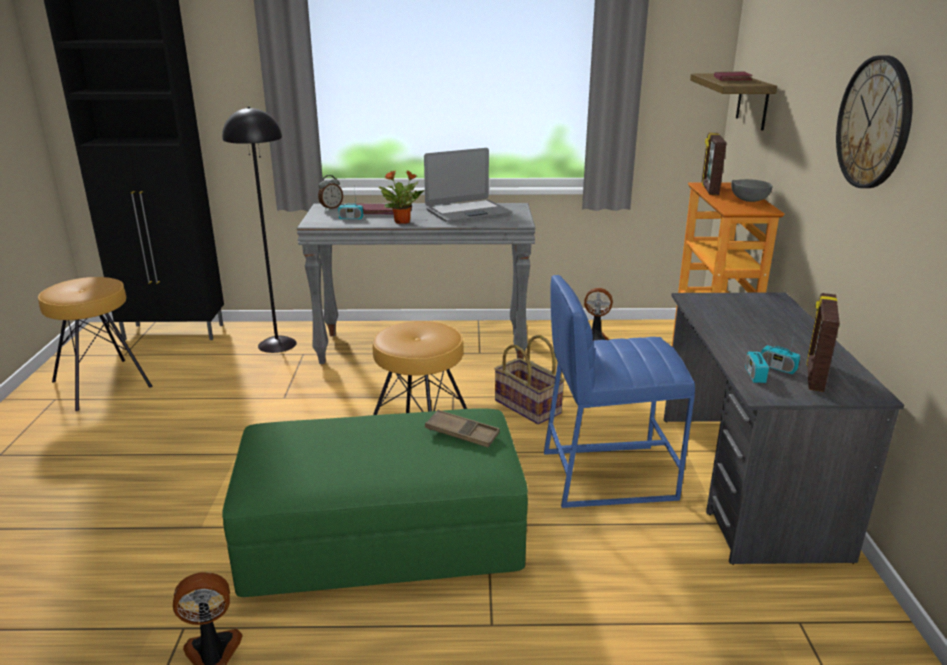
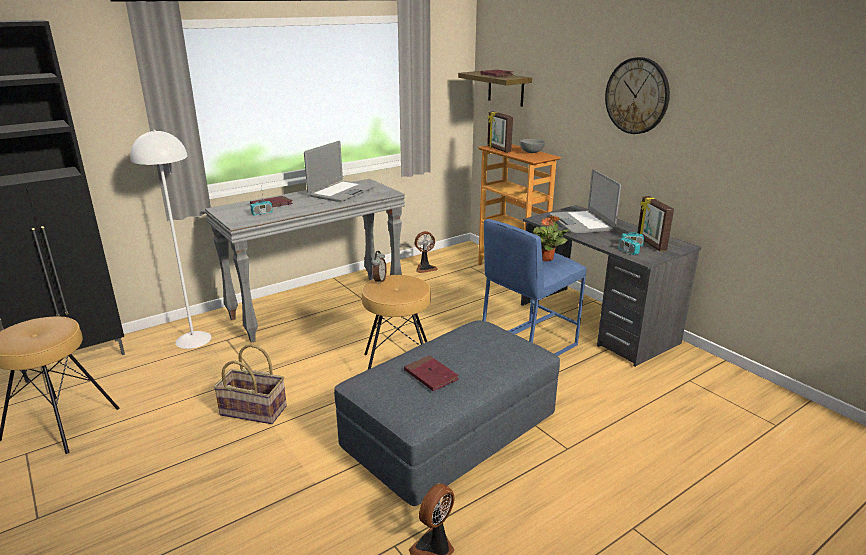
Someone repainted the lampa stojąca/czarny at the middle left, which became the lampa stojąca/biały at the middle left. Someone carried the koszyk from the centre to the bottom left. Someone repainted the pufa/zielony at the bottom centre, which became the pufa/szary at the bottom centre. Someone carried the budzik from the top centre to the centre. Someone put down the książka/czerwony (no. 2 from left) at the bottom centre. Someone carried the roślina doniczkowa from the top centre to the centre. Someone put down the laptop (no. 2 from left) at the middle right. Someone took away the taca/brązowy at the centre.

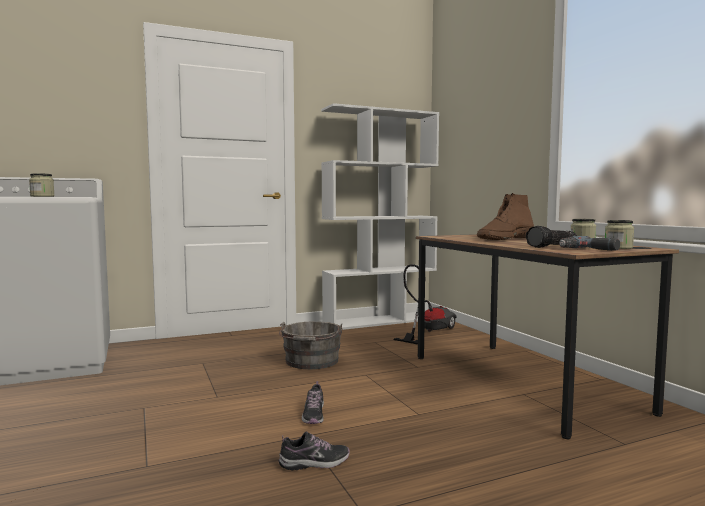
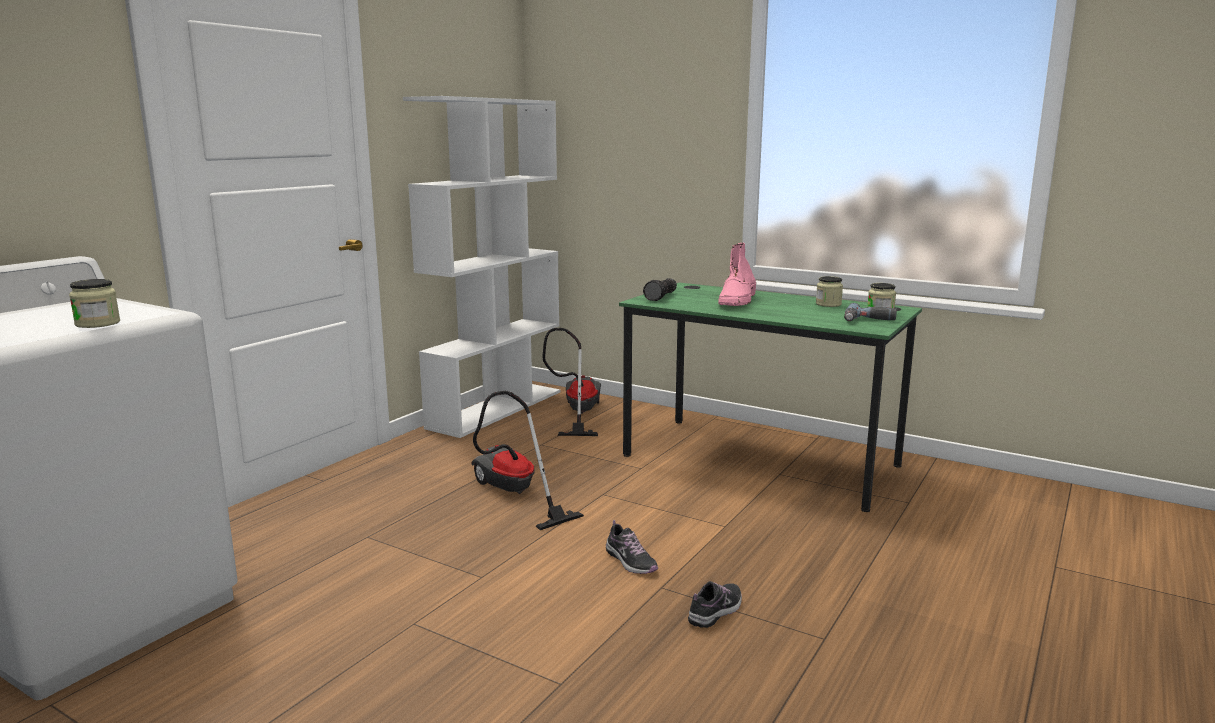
Someone swapped the wiadro/szary at the bottom centre for the odkurzacz (no. 1 from left) at the centre. Someone repainted the biurko/brązowy at the middle right, which became the biurko/zielony at the centre. Someone carried the latarka from the middle right to the centre. Someone repainted the but z cholewką/brązowy at the middle right, which became the but z cholewką/różowy at the centre.

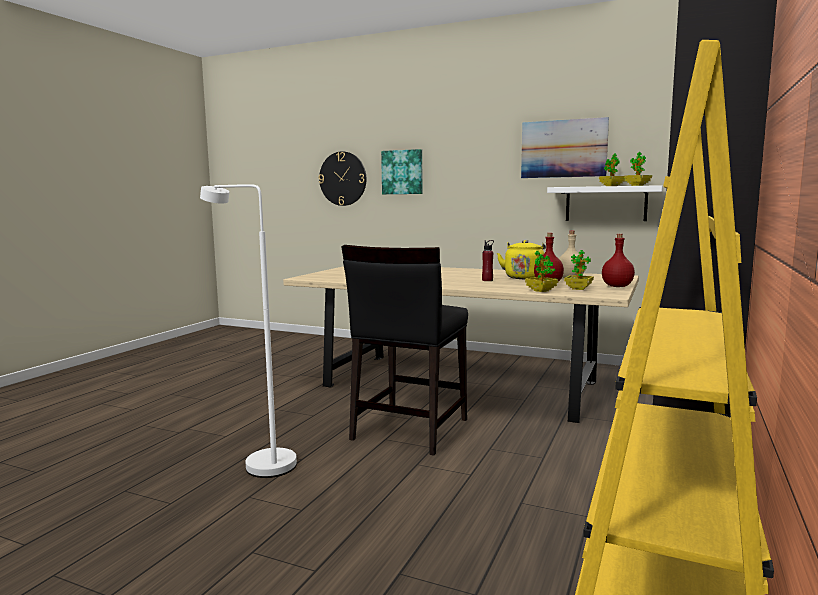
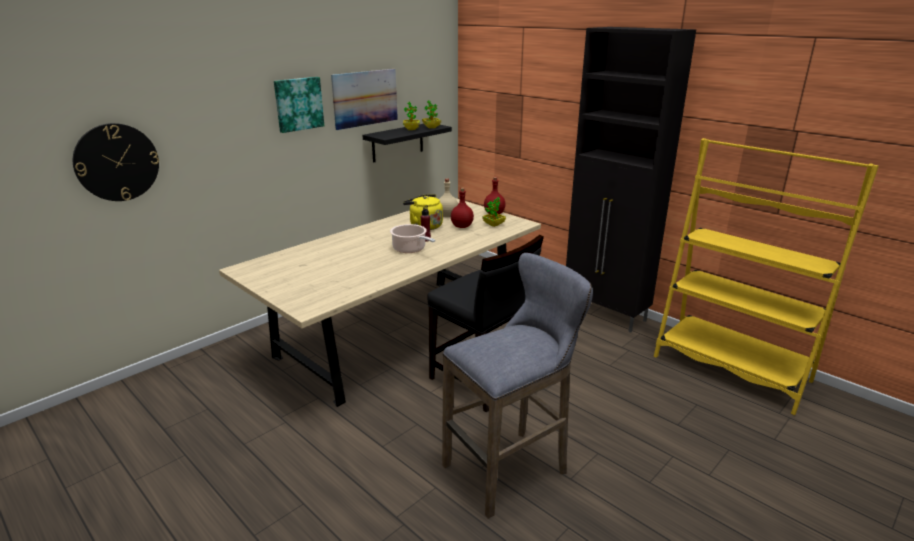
Someone carried the obraz (no. 1 from left) from the top centre to the top left. Someone repainted the półka/biały at the middle right, which became the półka/czarny at the top centre. Someone put down the garnek at the centre. Someone swapped the lampa stojąca/biały at the middle left for the stołek/szary at the bottom centre. Someone took away the roślina doniczkowa (no. 1 from left) at the centre.

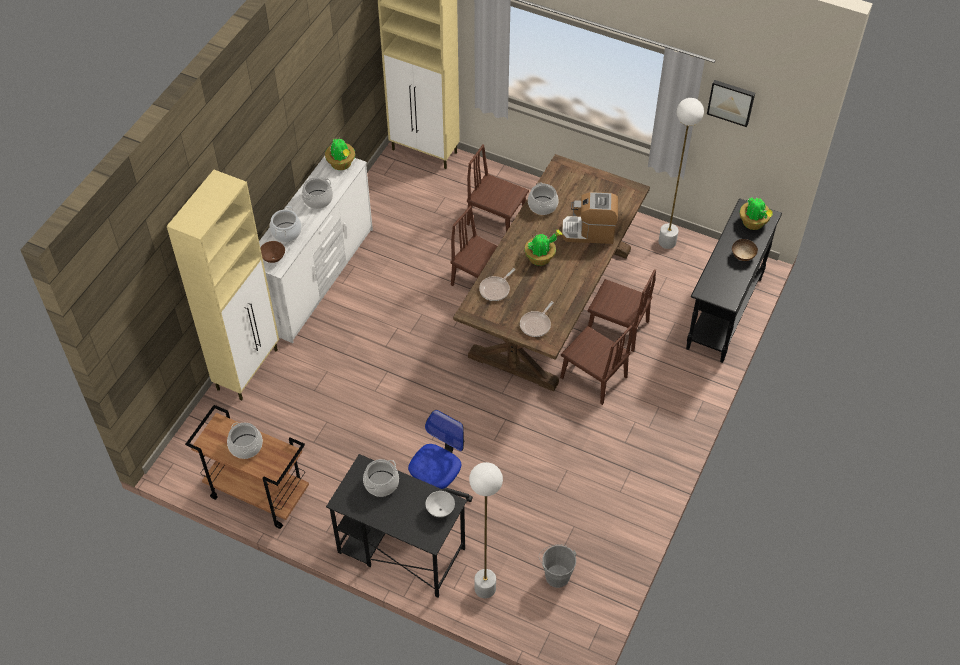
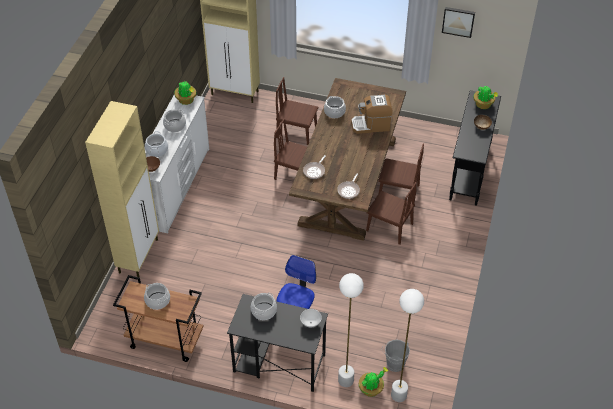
Someone carried the roślina doniczkowa (no. 2 from left) from the centre to the bottom centre. Someone carried the lampa stojąca/biały (no. 2 from left) from the top right to the bottom centre.

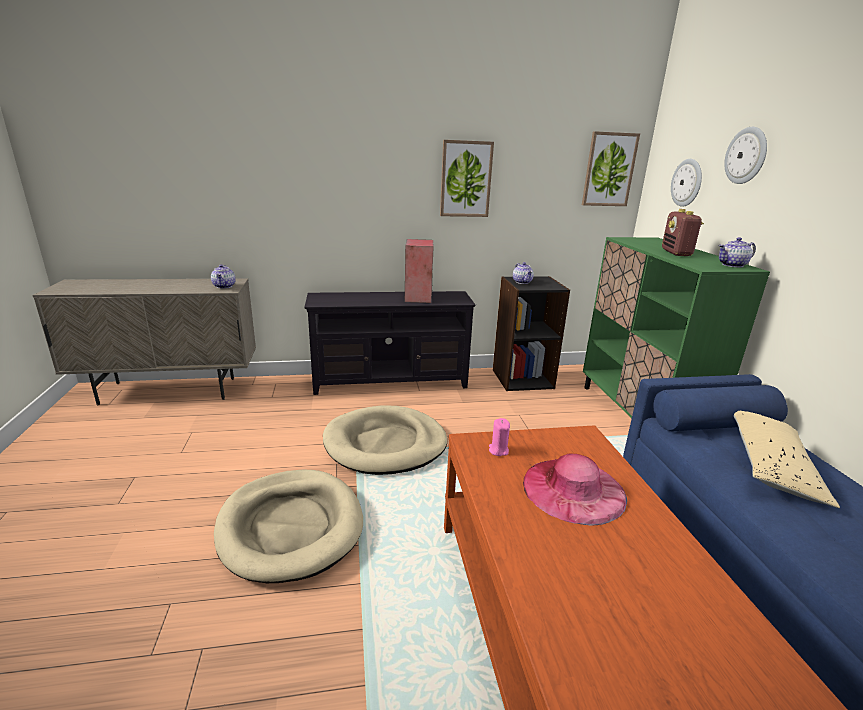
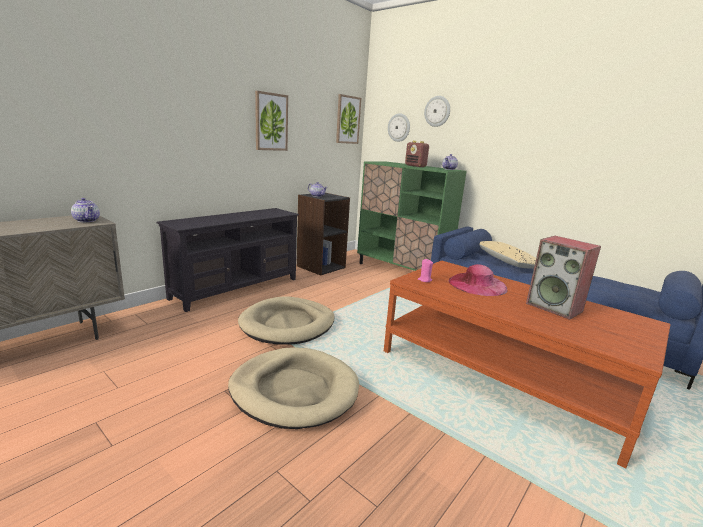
Someone carried the głośnik from the centre to the middle right.

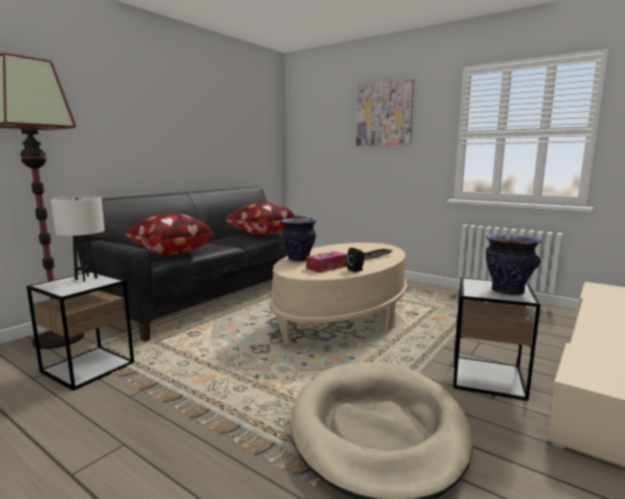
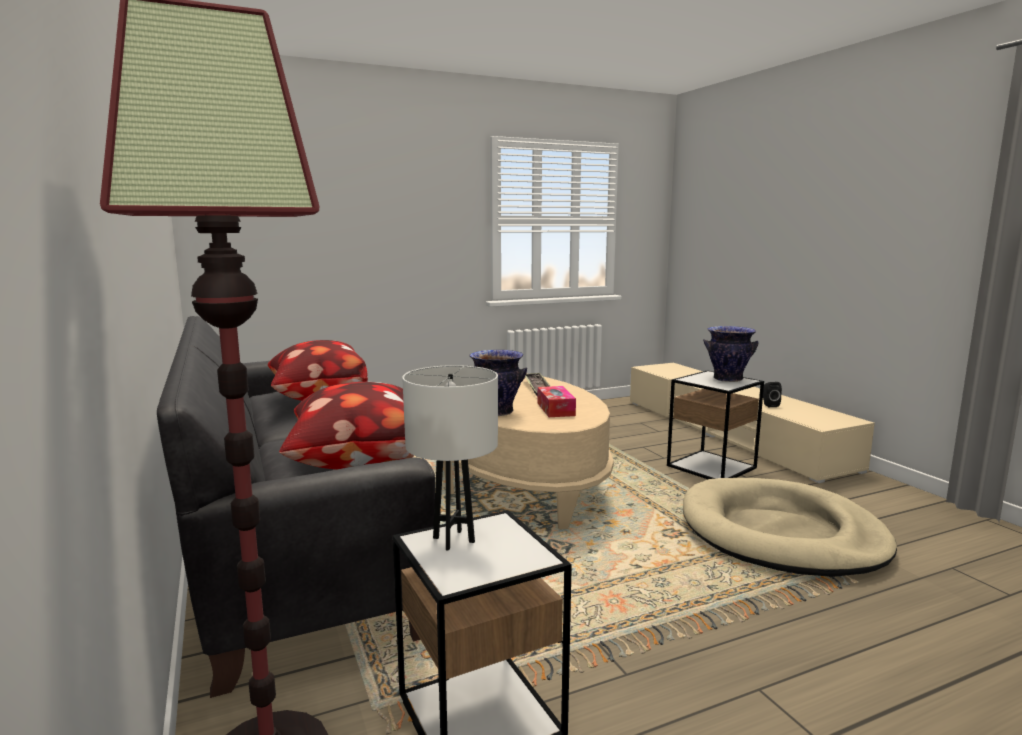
Someone carried the głośnik/czarny from the centre to the middle right. Someone took away the obraz at the top centre.

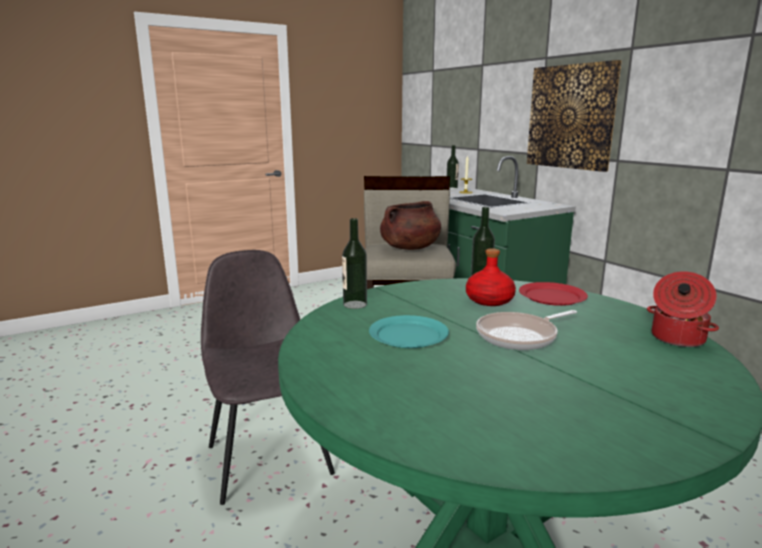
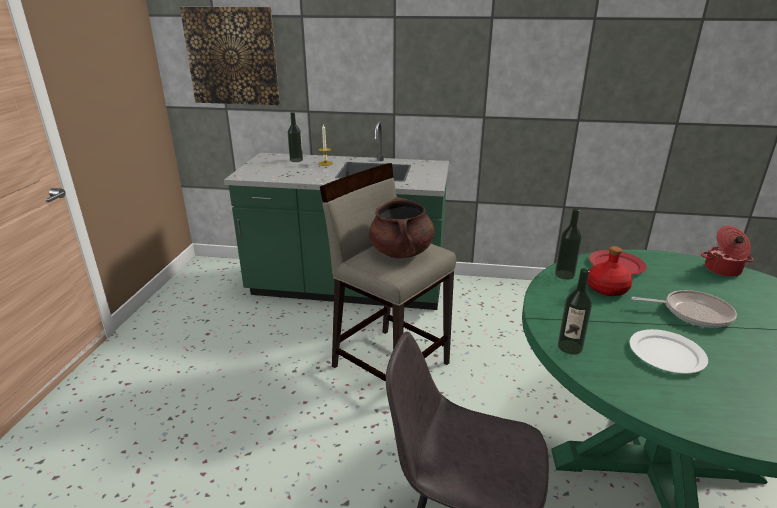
Someone carried the obraz from the top right to the top left. Someone repainted the talerz/turkusowy at the centre, which became the talerz/biały at the bottom right. Someone rotated the patelnia at the middle right by 90 degrees counterclockwise.

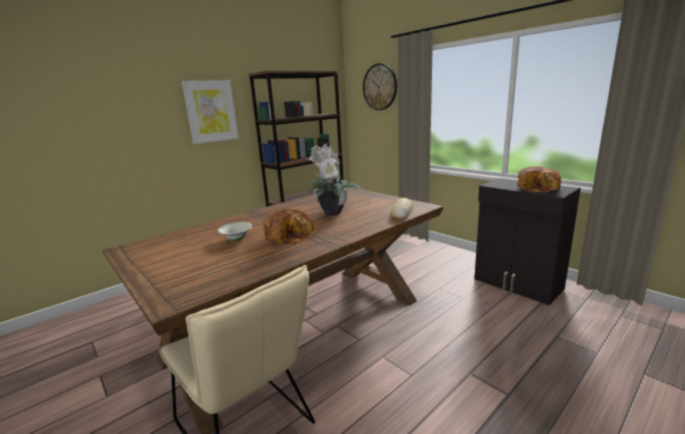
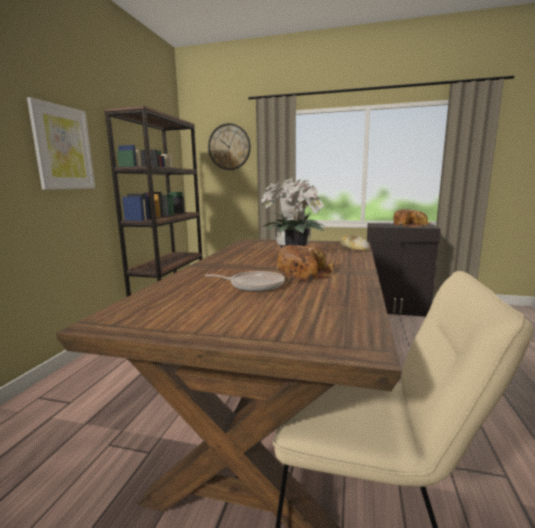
Someone swapped the miska/biały at the centre for the patelnia at the centre.

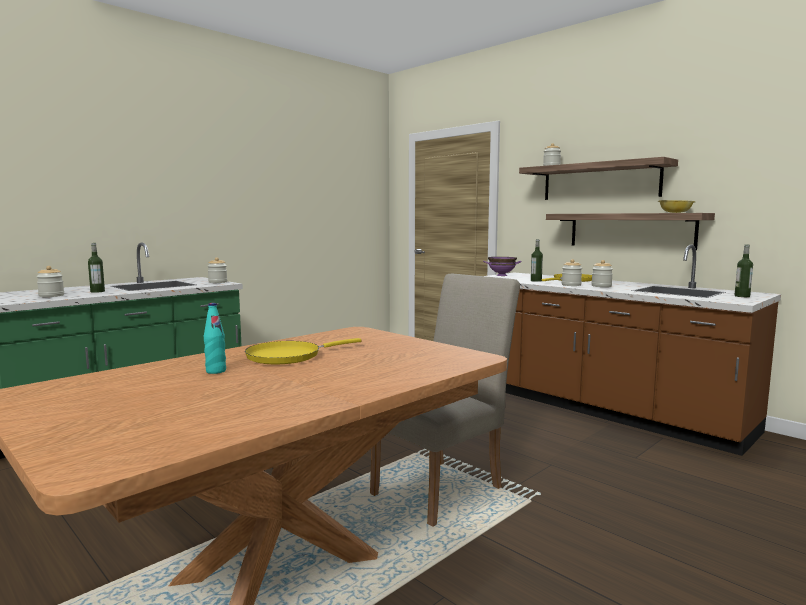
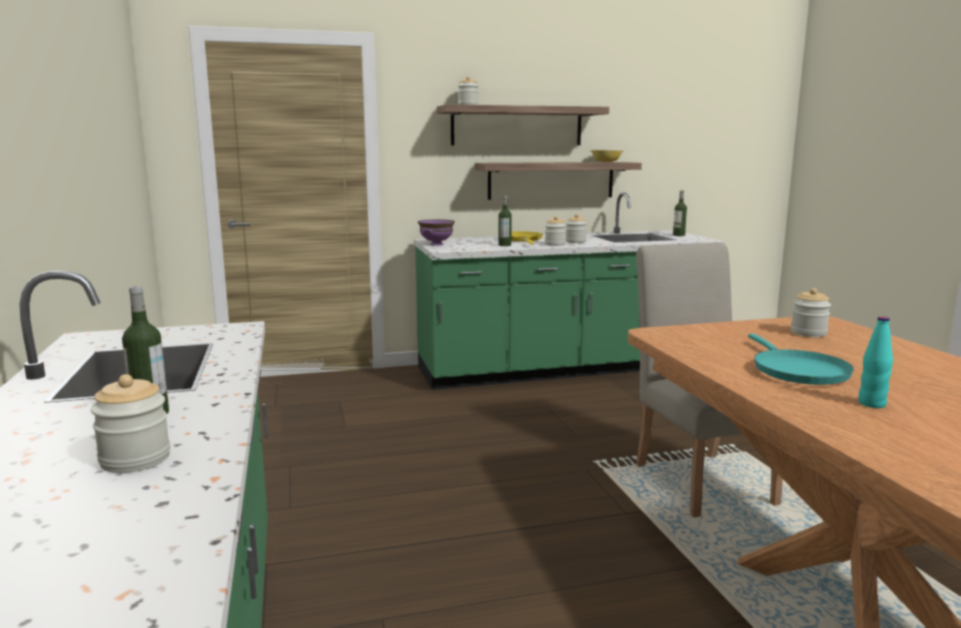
Someone repainted the zabudowa kuchenna/brązowy at the middle right, which became the zabudowa kuchenna/zielony (no. 2 from left) at the centre. Someone repainted the patelnia/żółty (no. 1 from left) at the centre, which became the patelnia/turkusowy at the middle right. Someone carried the słoik (no. 2 from left in the first image) from the middle left to the middle right.

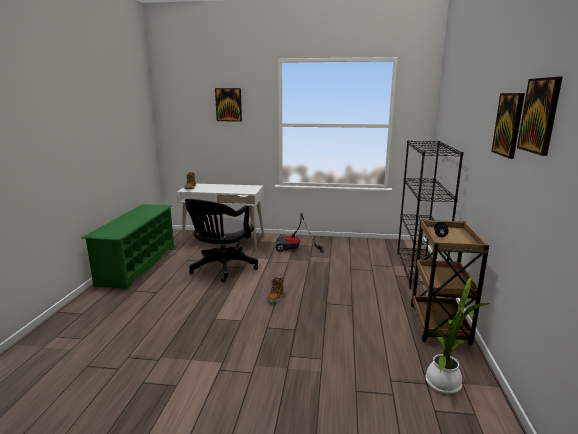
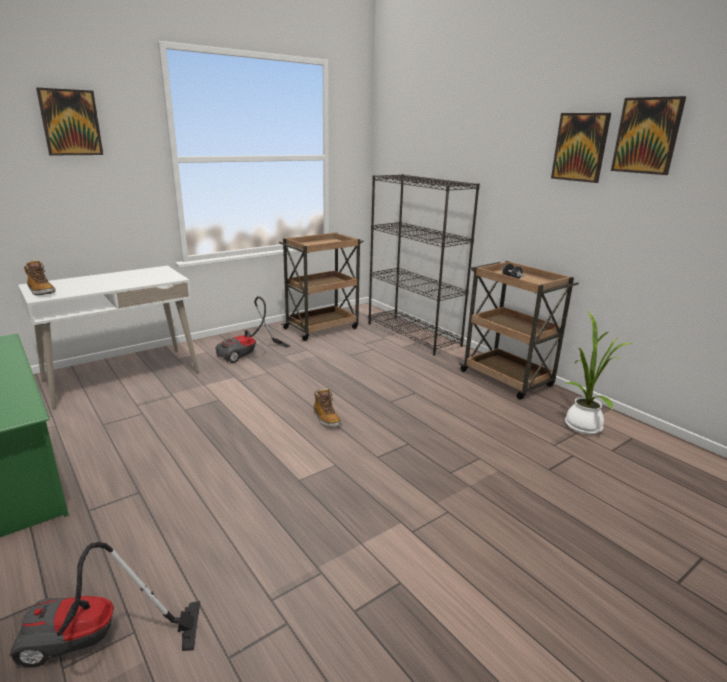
Someone put down the odkurzacz (no. 1 from left) at the bottom left. Someone put down the wózek/brązowy (no. 1 from left) at the centre. Someone took away the krzesło biurowe/czarny at the centre.

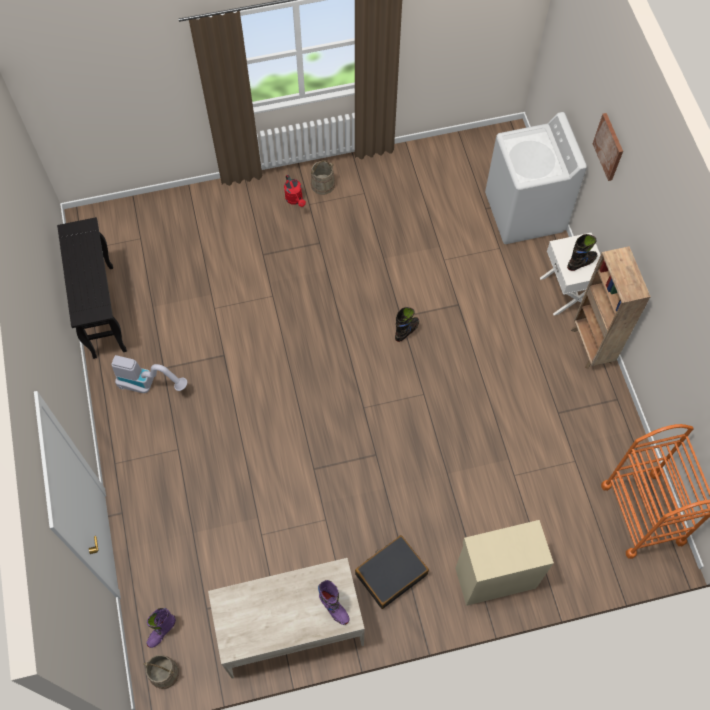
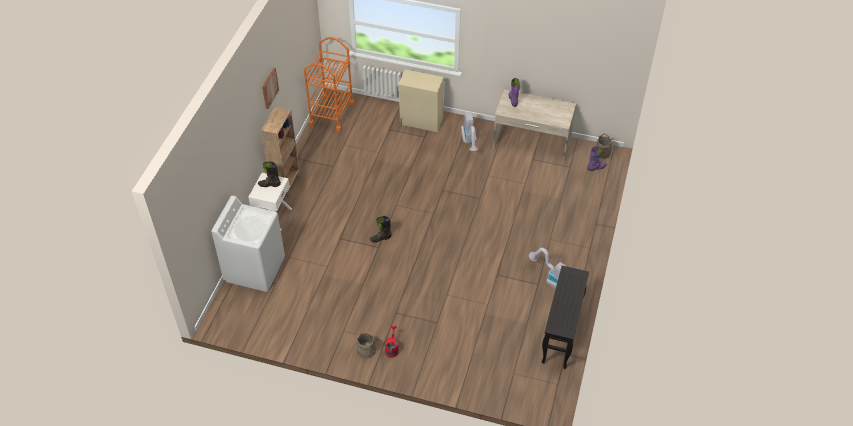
Someone carried the obraz from the top right to the top left. Someone swapped the walizka/czarny at the bottom centre for the odkurzacz (no. 1 from left) at the top centre.

